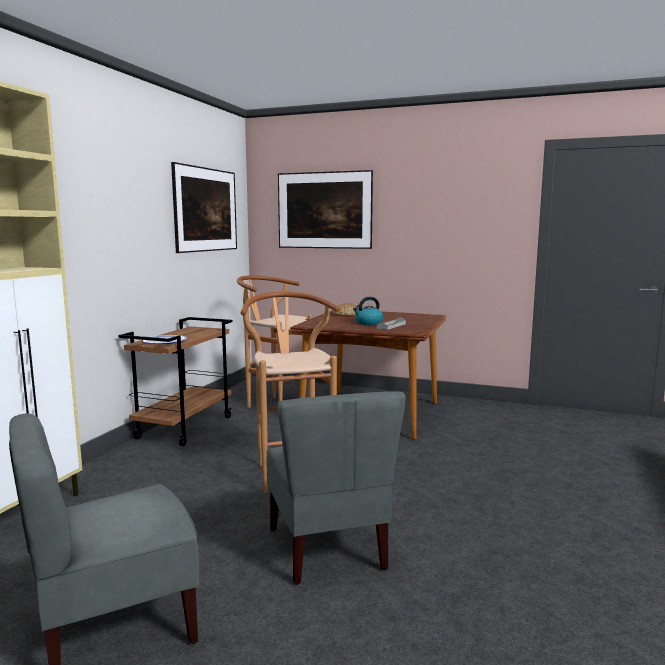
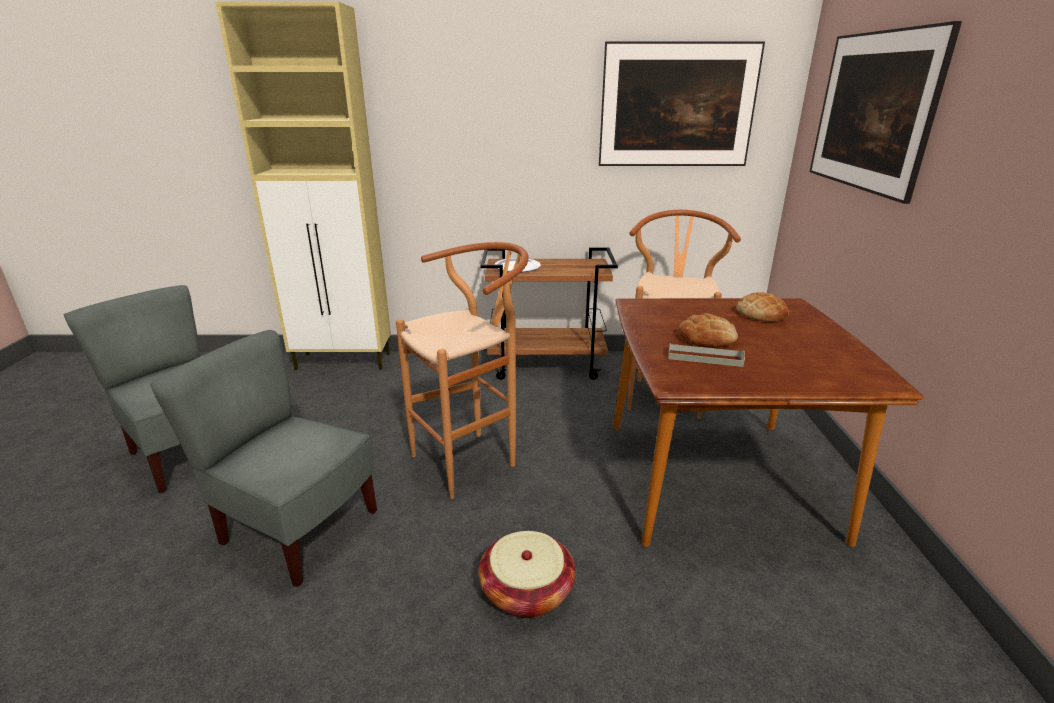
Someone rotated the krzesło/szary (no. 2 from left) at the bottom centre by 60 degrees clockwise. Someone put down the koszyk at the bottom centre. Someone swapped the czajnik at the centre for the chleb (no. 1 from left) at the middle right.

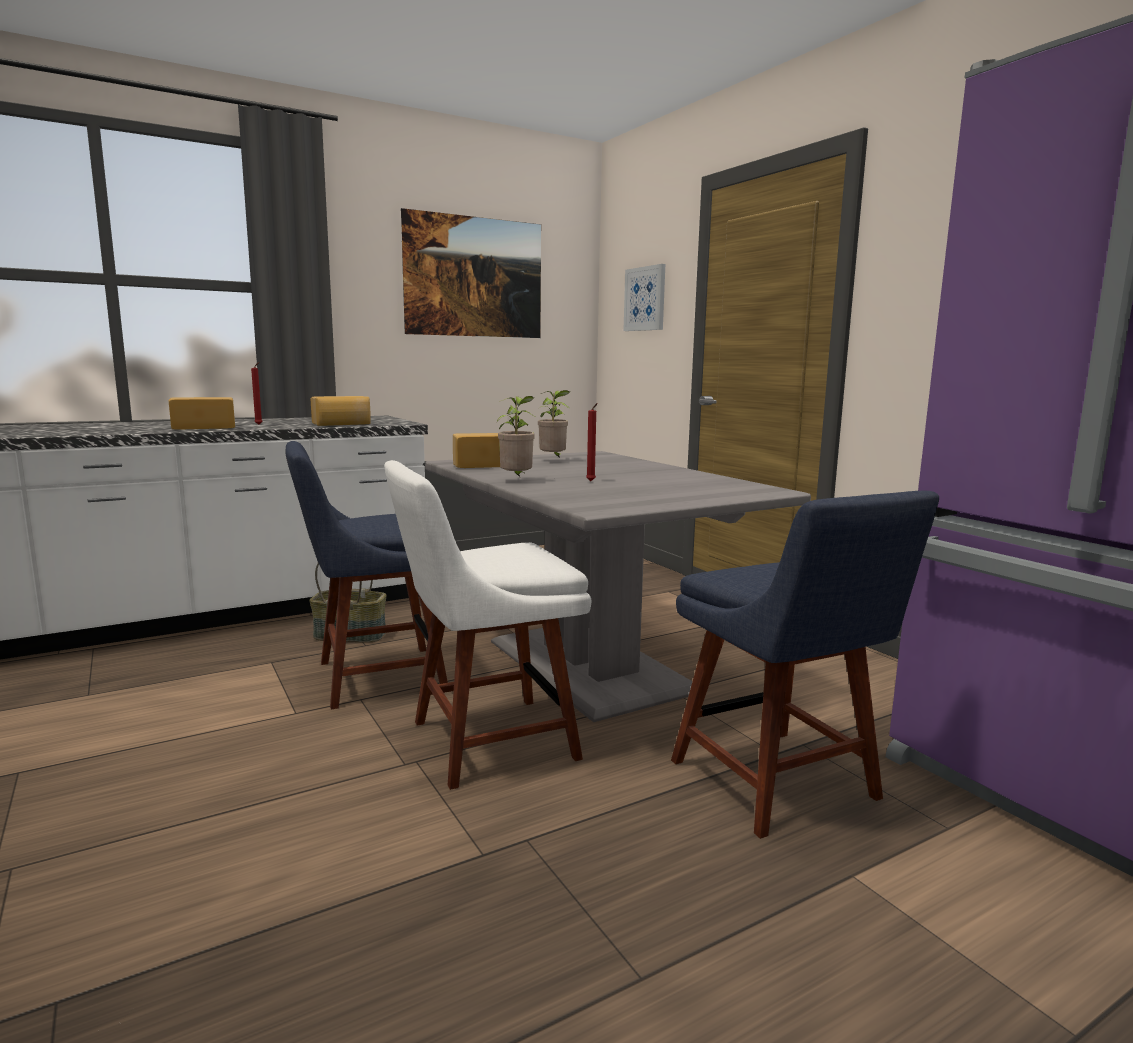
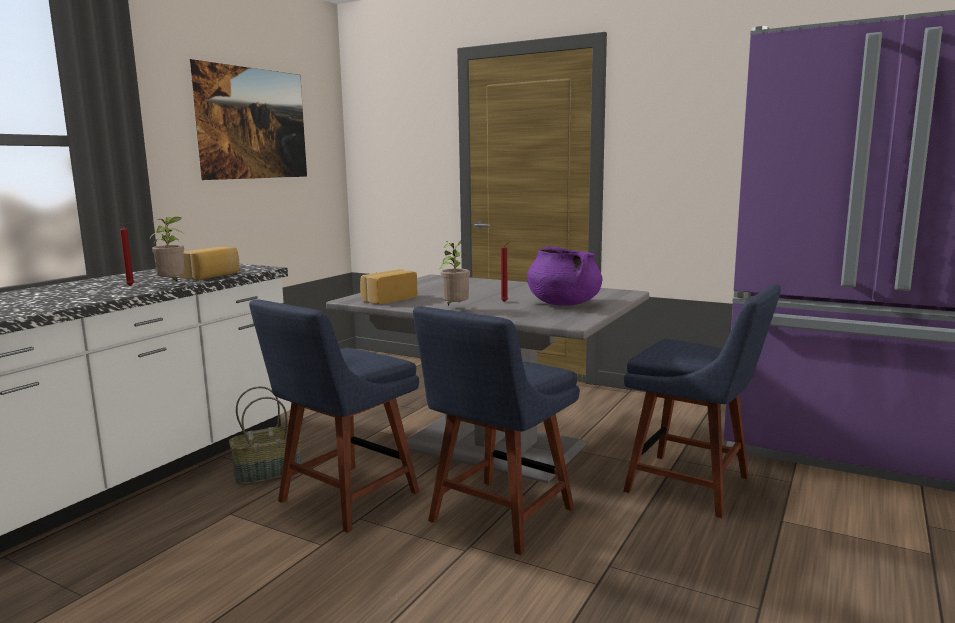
Someone carried the roślina doniczkowa (no. 2 from left in the first image) from the centre to the middle left. Someone repainted the krzesło/biały at the centre, which became the krzesło/niebieski (no. 2 from left) at the bottom centre. Someone put down the garnek/fioletowy at the centre. Someone took away the chleb (no. 1 from left) at the middle left. Someone took away the obraz (no. 2 from left) at the top centre.

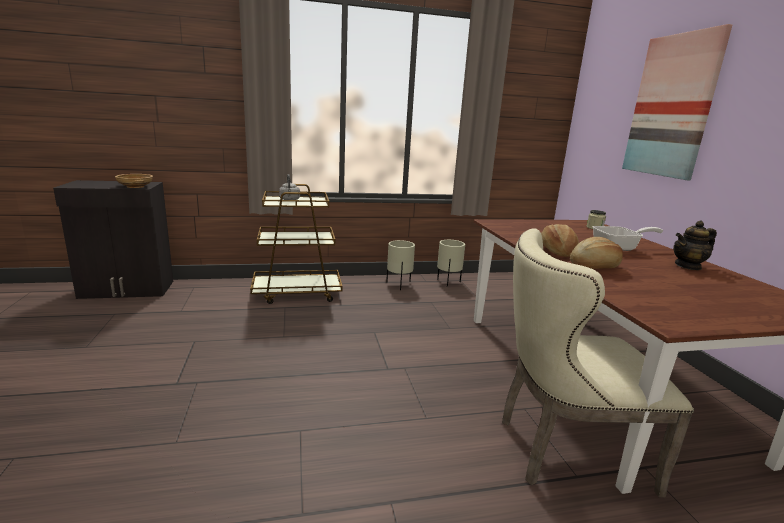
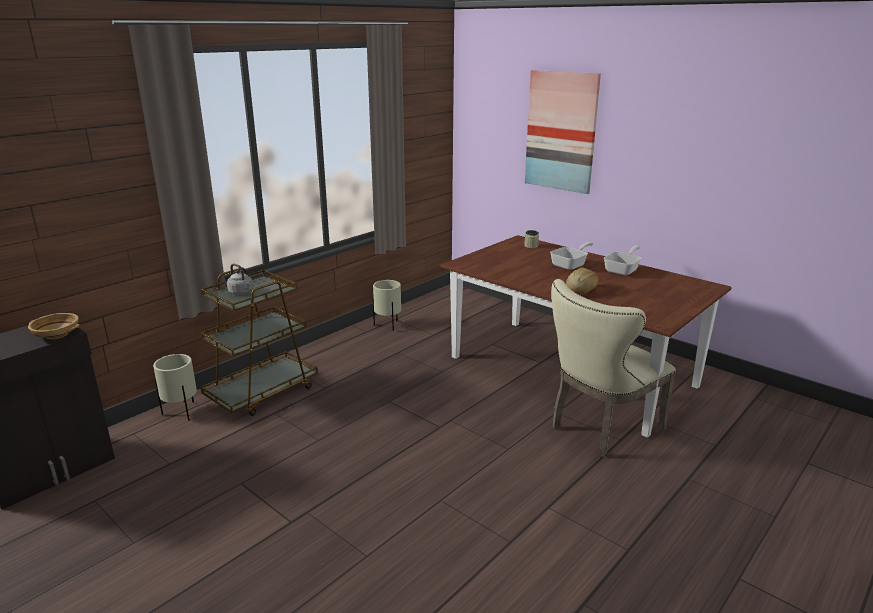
Someone carried the donica/beżowy (no. 1 from left) from the centre to the middle left. Someone swapped the imbryk at the middle right for the patelnia (no. 2 from left) at the middle right. Someone took away the chleb (no. 1 from left) at the middle right.

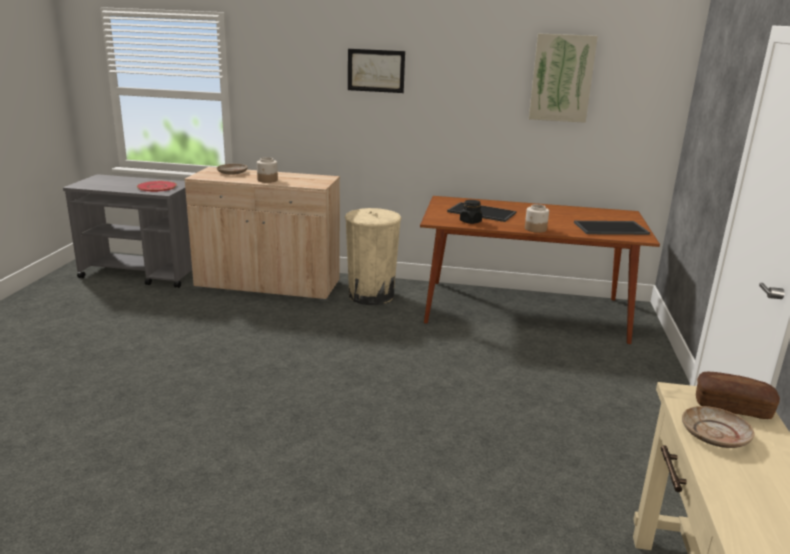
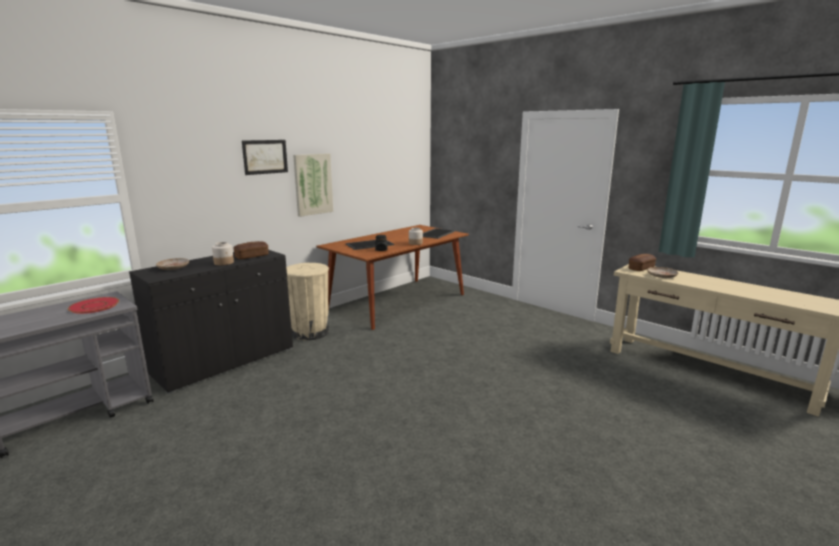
Someone repainted the szafka/beżowy at the middle left, which became the szafka/czarny at the middle left. Someone put down the chleb (no. 1 from left) at the middle left. Someone carried the obraz (no. 2 from left) from the top right to the centre.

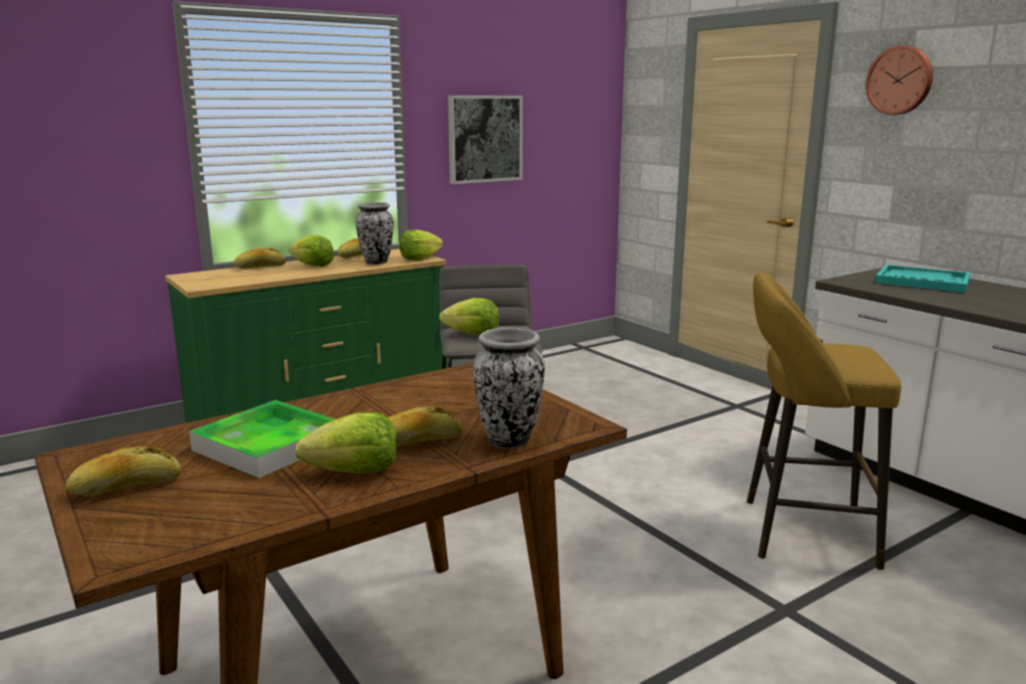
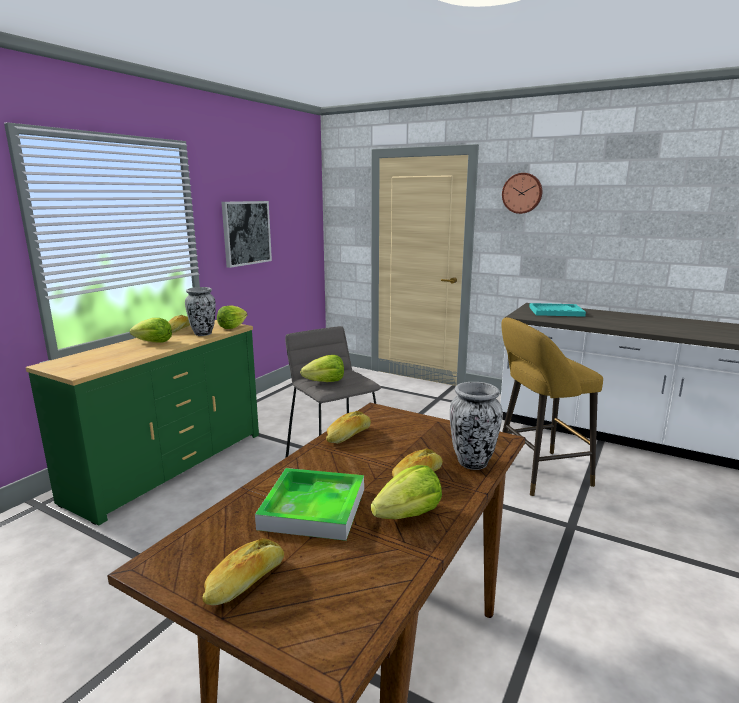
Someone carried the chleb (no. 2 from left in the first image) from the middle left to the centre.

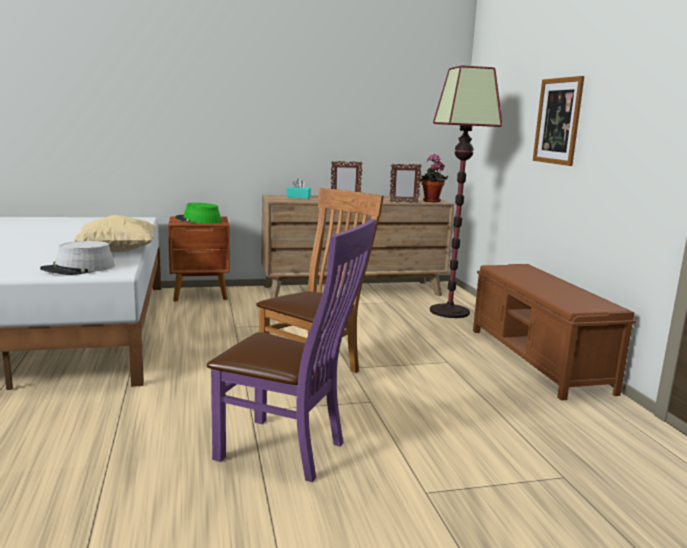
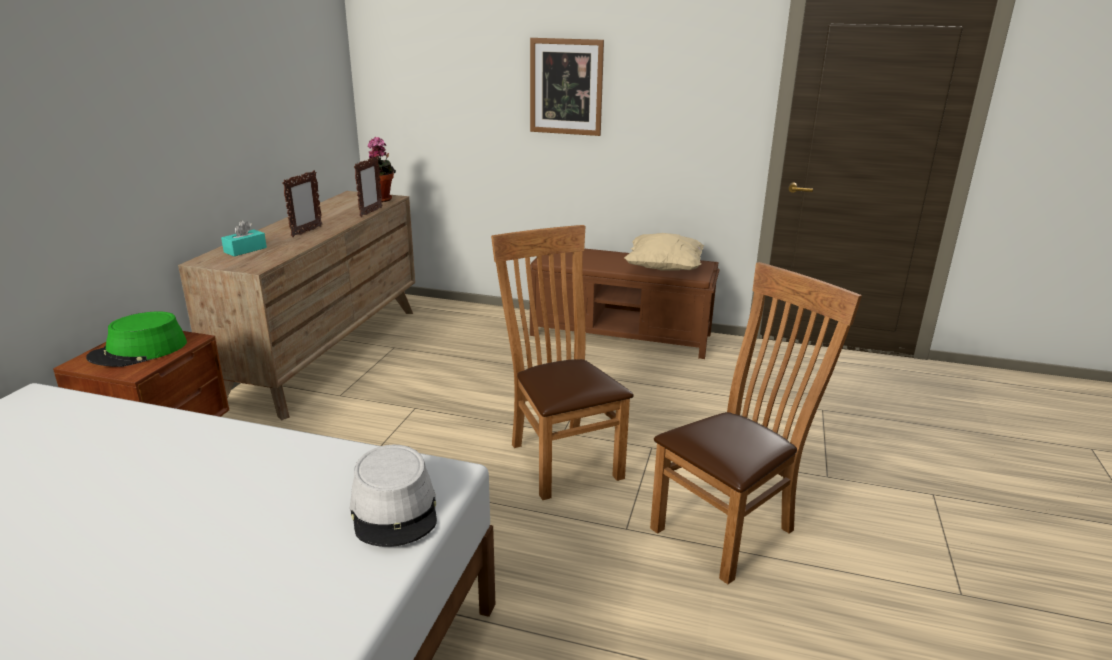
Someone carried the poduszka/beżowy from the middle left to the centre. Someone repainted the krzesło/fioletowy at the centre, which became the krzesło/brązowy (no. 2 from left) at the middle right. Someone took away the lampa stojąca at the middle right.

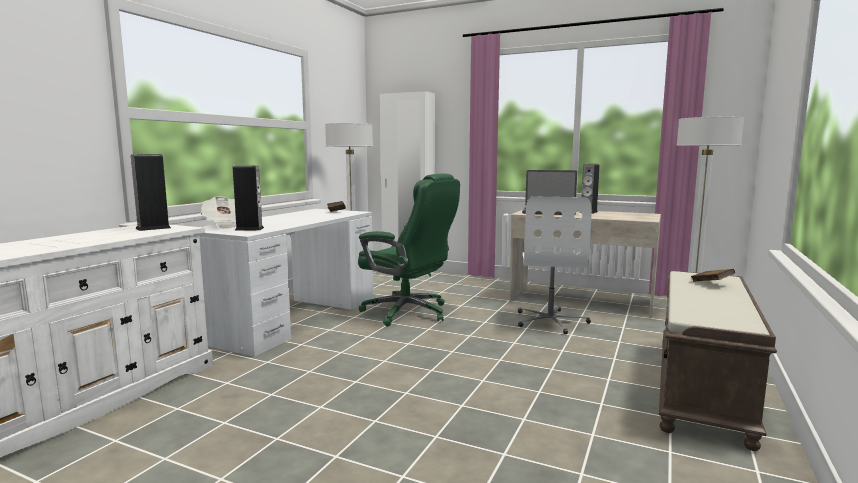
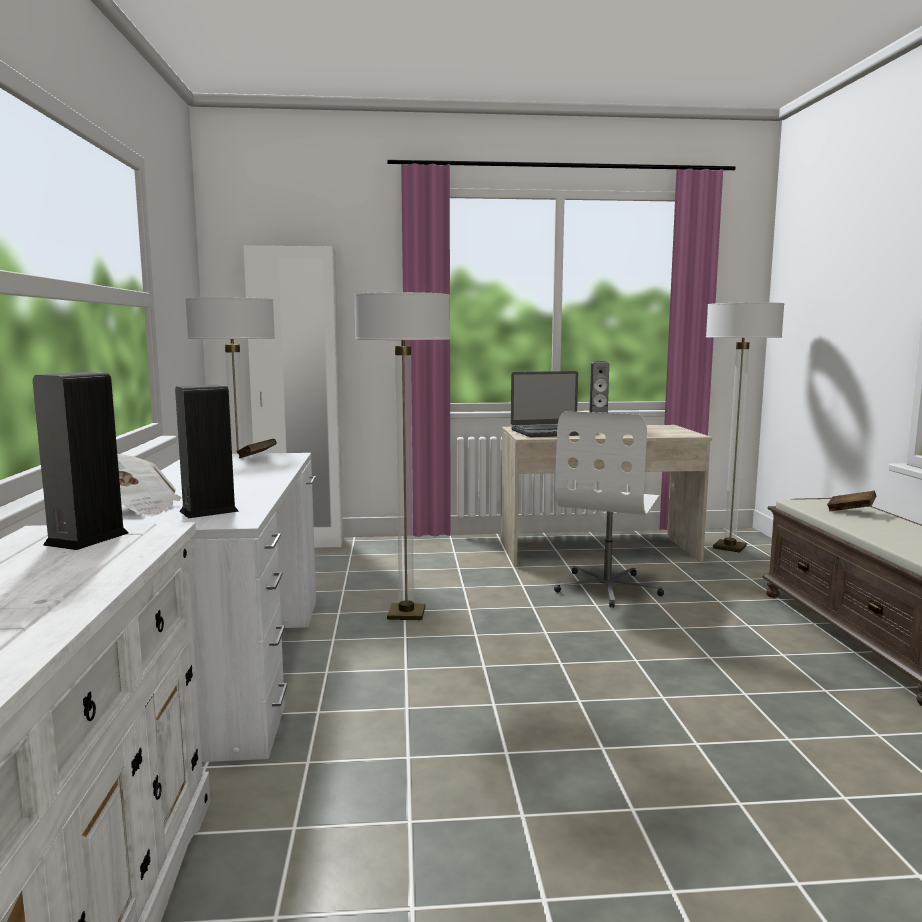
Someone swapped the krzesło biurowe/zielony at the centre for the lampa stojąca (no. 2 from left) at the centre. Someone rotated the krzesło biurowe/biały at the centre by 45 degrees clockwise.

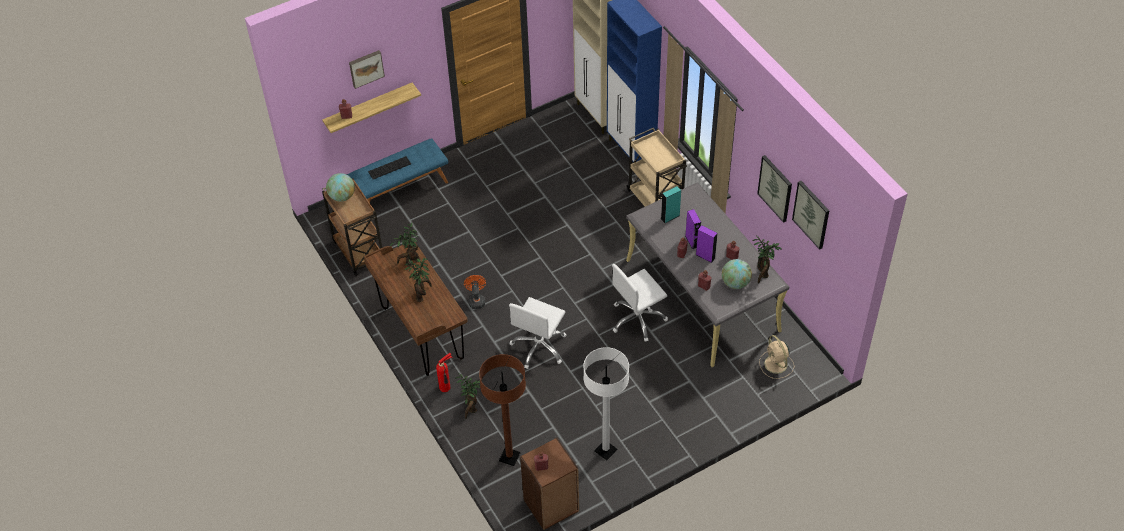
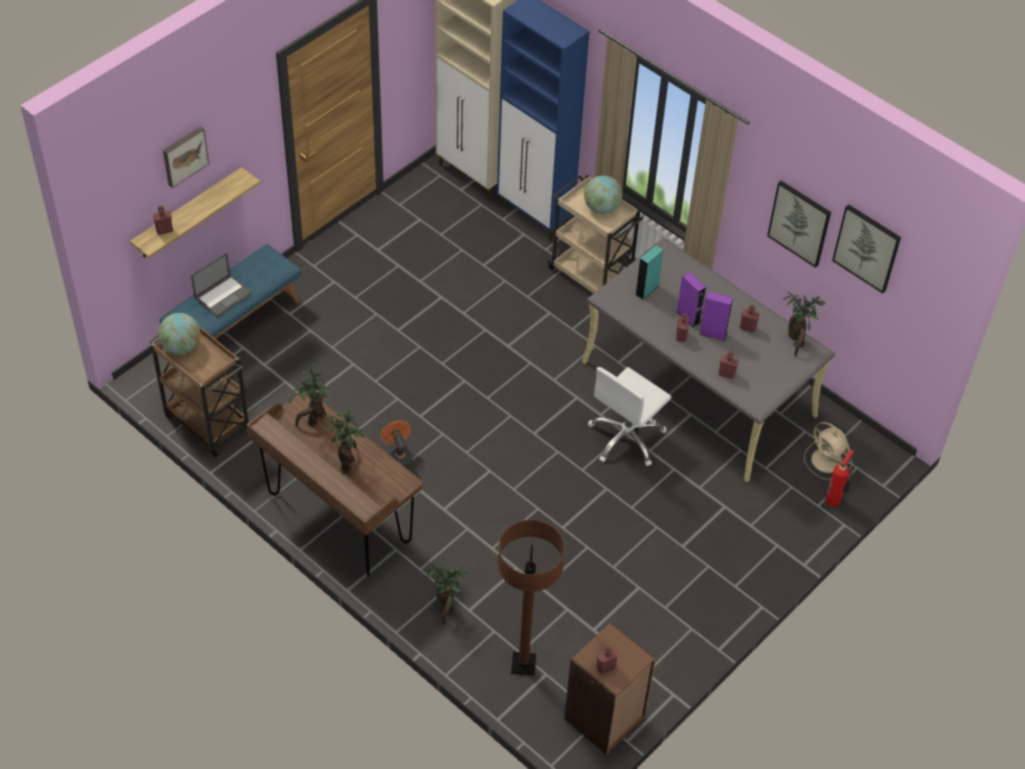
Someone swapped the klawiatura at the top centre for the laptop at the middle left. Someone carried the globus (no. 2 from left) from the centre to the top centre. Someone carried the gaśnica from the bottom centre to the middle right. Someone took away the krzesło biurowe/biały (no. 1 from left) at the centre. Someone took away the lampa stojąca/biały at the bottom centre.

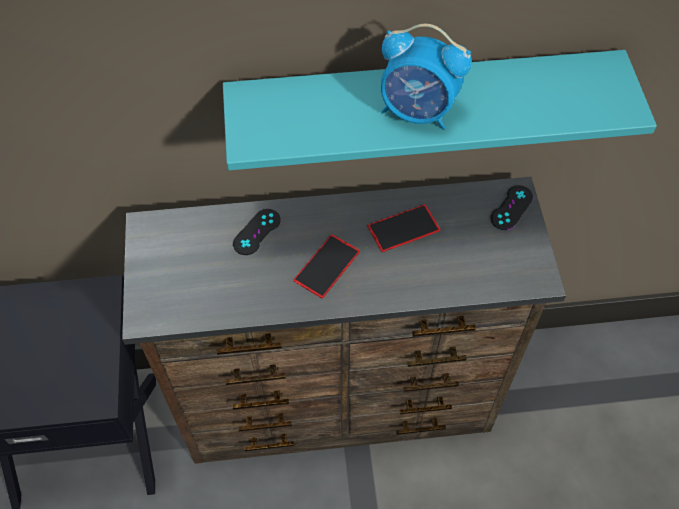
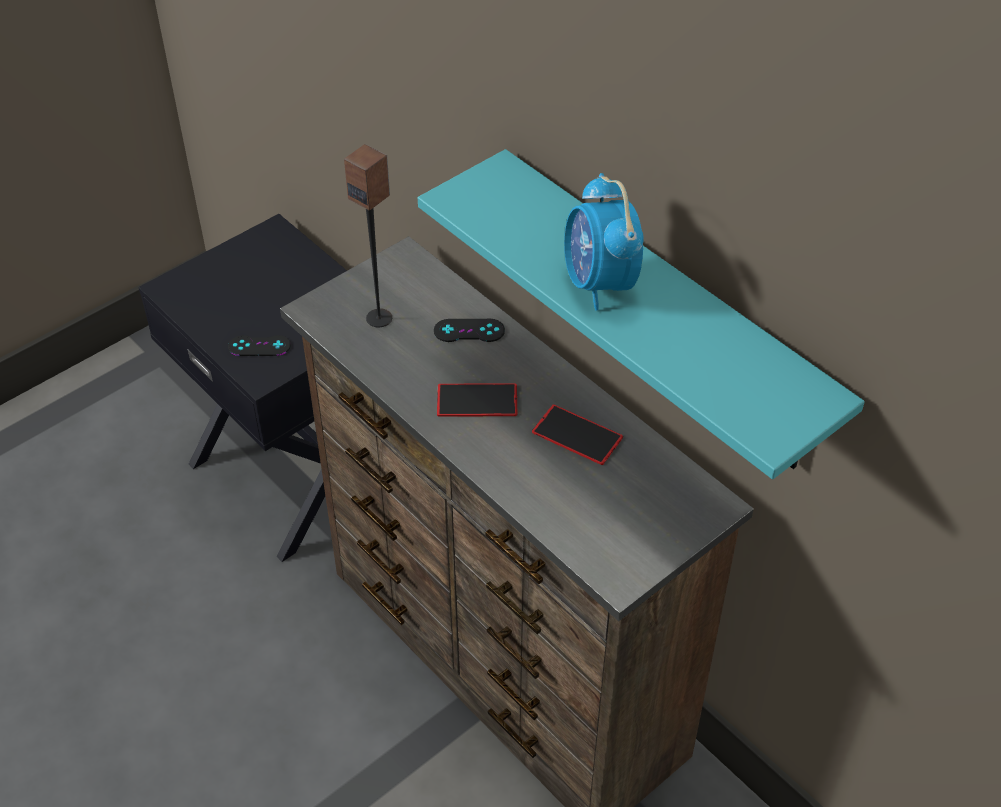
Someone carried the pad do gier/czarny (no. 2 from left in the first image) from the middle right to the middle left. Someone put down the głośnik at the top centre.

